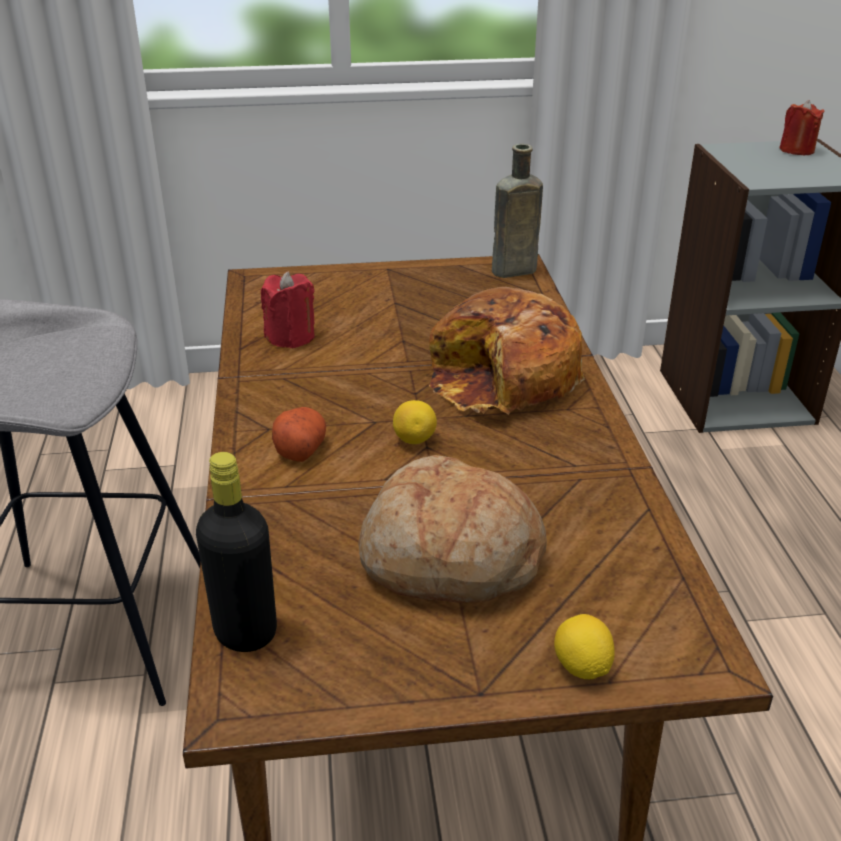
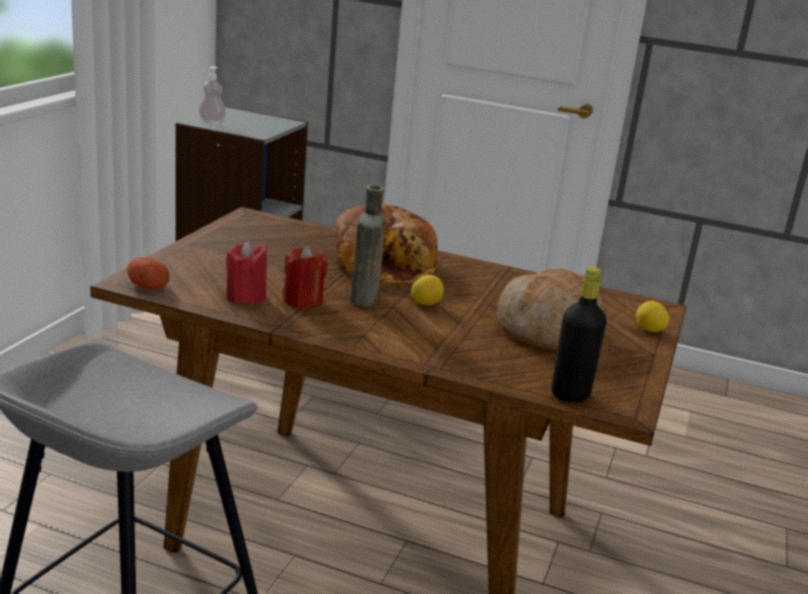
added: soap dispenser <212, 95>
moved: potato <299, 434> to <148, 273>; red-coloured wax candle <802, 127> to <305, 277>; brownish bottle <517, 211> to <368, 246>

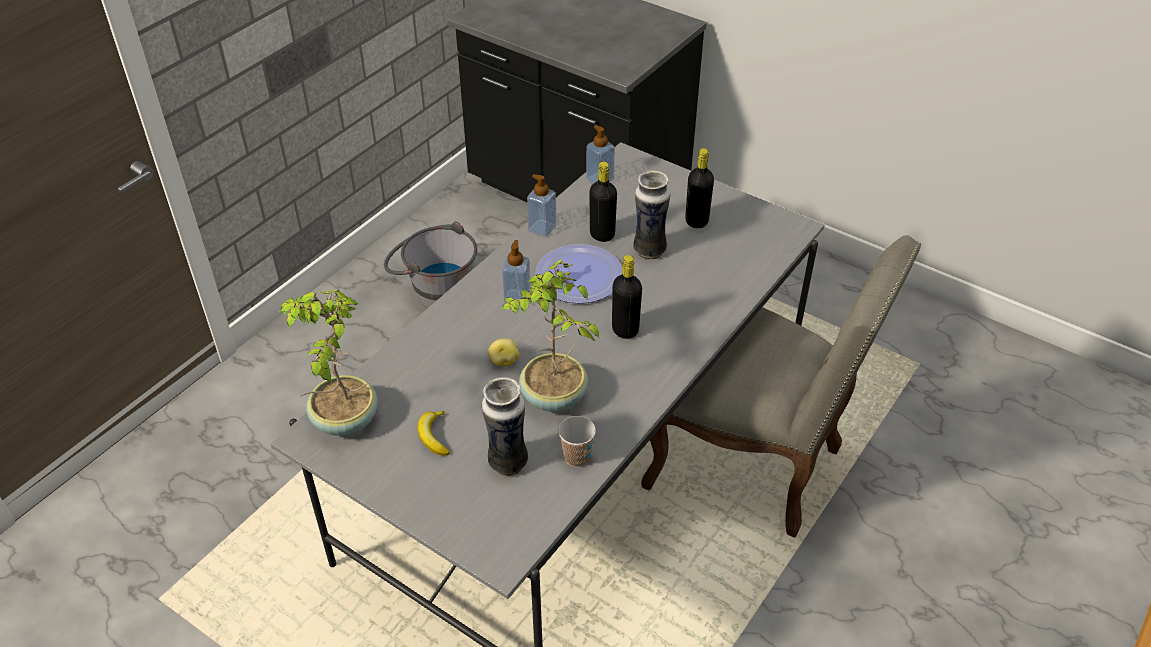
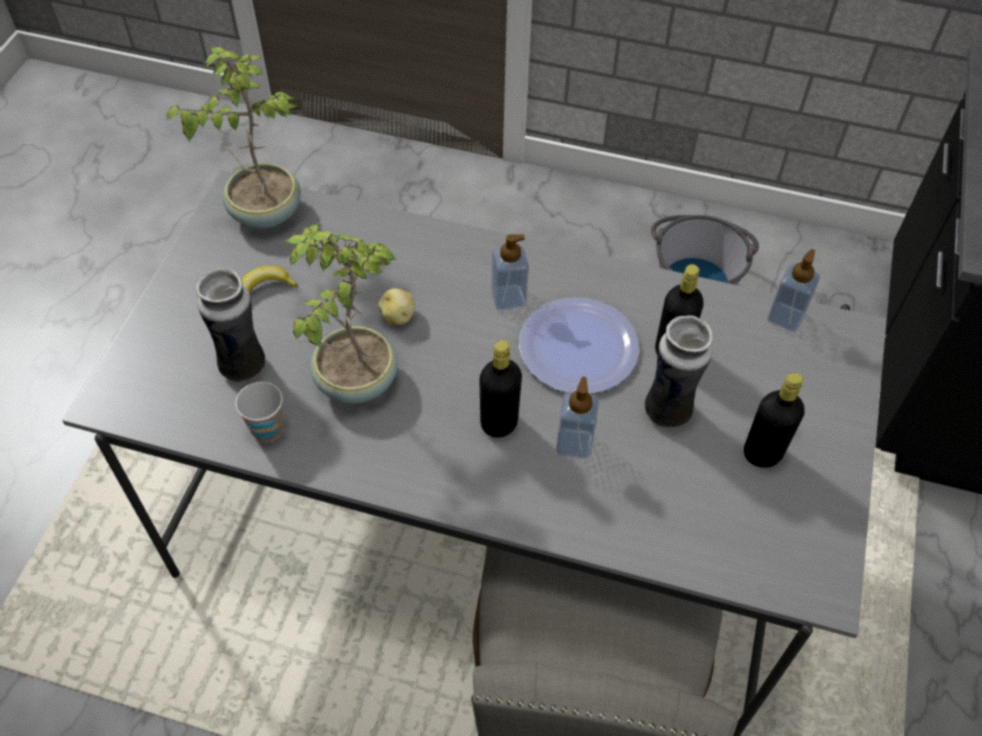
moved: soap dispenser <541, 205> to <577, 417>

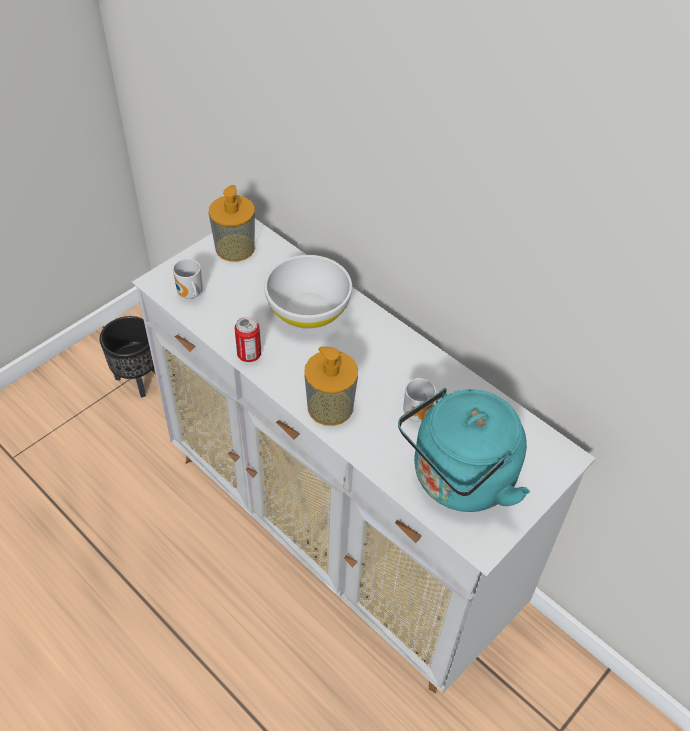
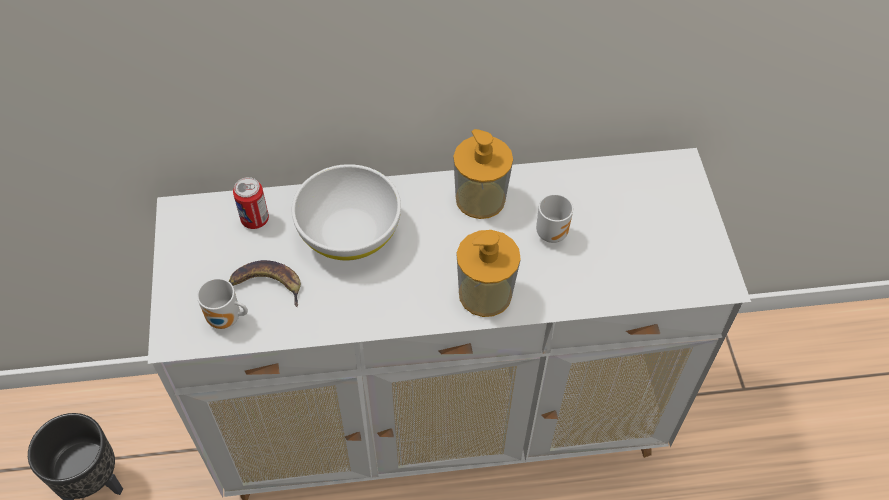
removed: turquoise-coloured water kettle <464, 450>
added: banana <265, 283>
moved: metal can <248, 339> to <251, 203>; soap dispenser <232, 223> to <483, 174>

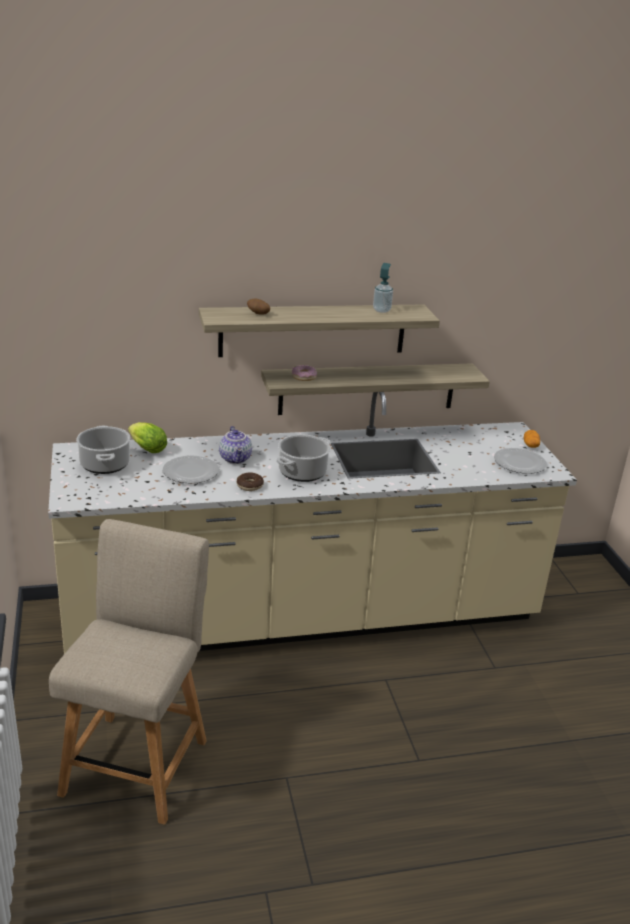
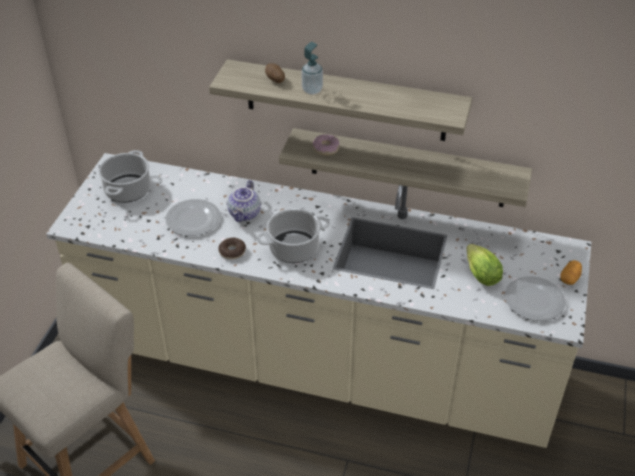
moved: soap dispenser <383, 288> to <312, 68>; head of lettuce <147, 437> to <484, 265>

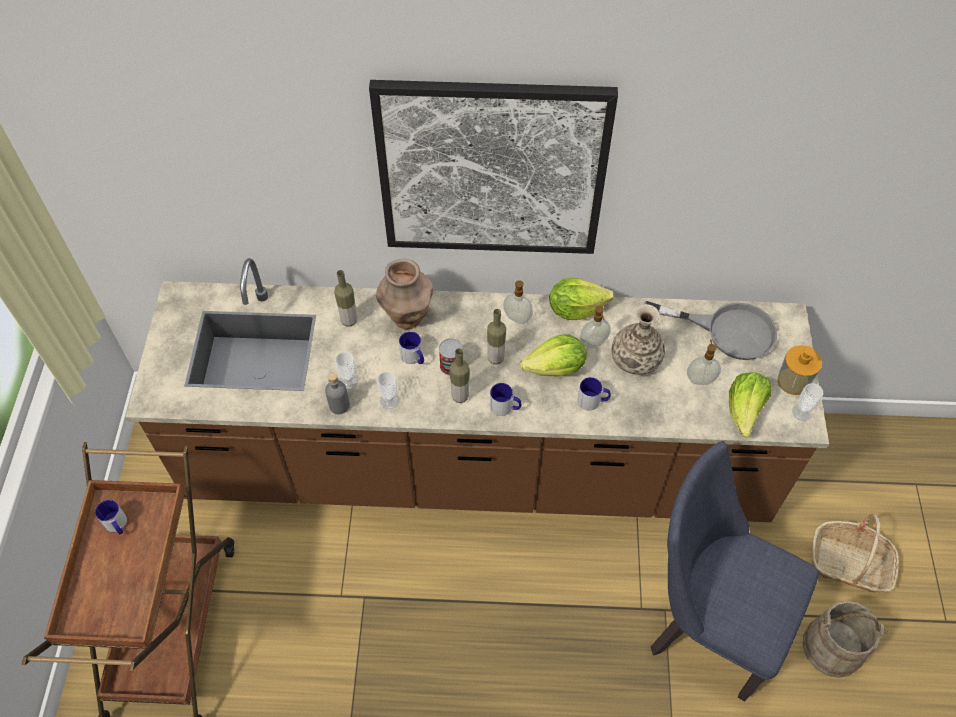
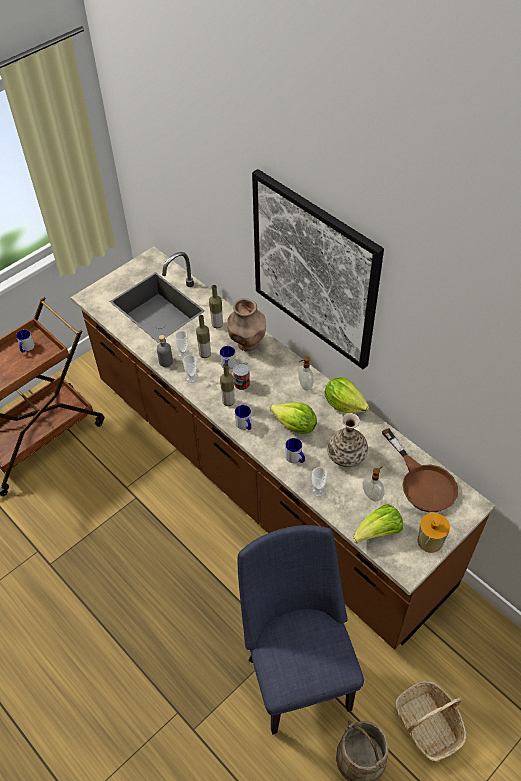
removed: soap dispenser <595, 327>
moved: bottle <496, 336> to <203, 336>; drinking cup <807, 402> to <319, 481>
recoloured: gray skillet <710, 330> to brownish skillet <420, 470>

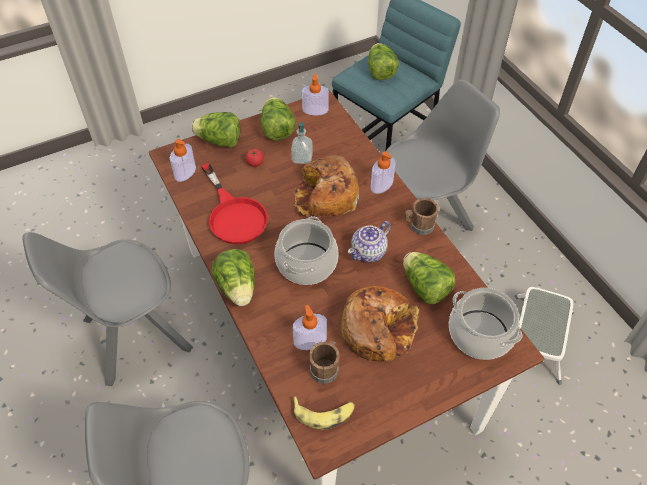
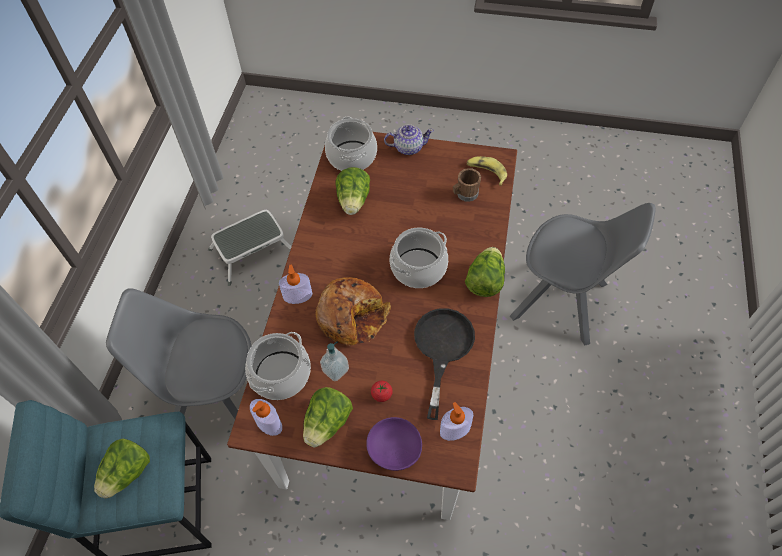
removed: gray chair <107, 309>; soap dispenser <310, 327>; bakery bread <380, 324>; brownish tea mug <422, 216>
added: saucepot <278, 366>
moved: pot for tea <369, 241> to <409, 139>
replaced: head of lettuce <215, 130> to purple-coloured deep dish <394, 444>
recoloured: red-coloured skillet <234, 203> to black-coloured skillet <444, 364>

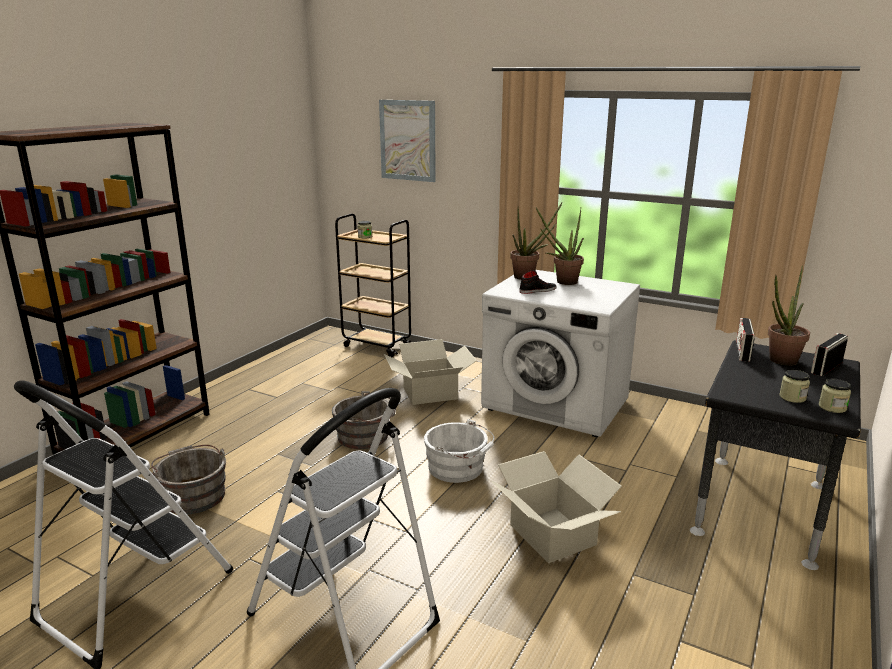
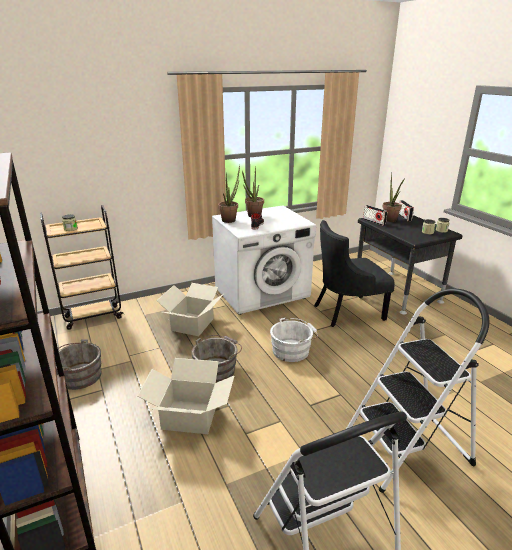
removed: wall art <407, 141>
added: black-coloured chair <354, 273>
moved: gray water bucket <188, 480> to <78, 365>; packing box <556, 507> to <185, 396>

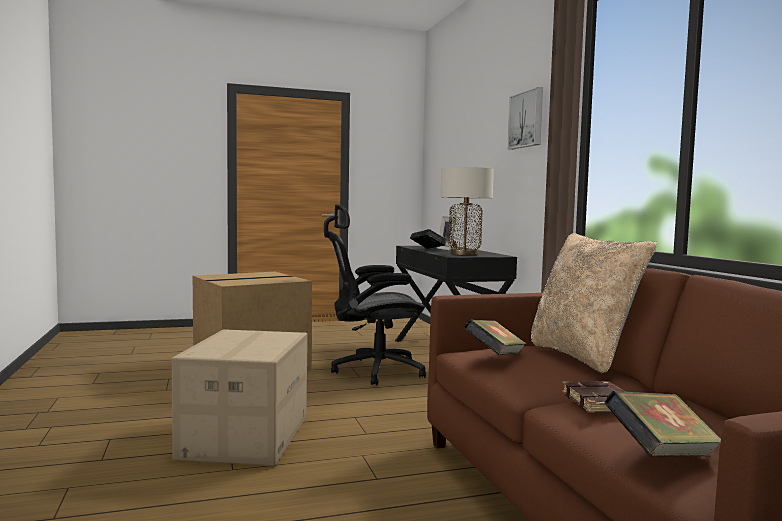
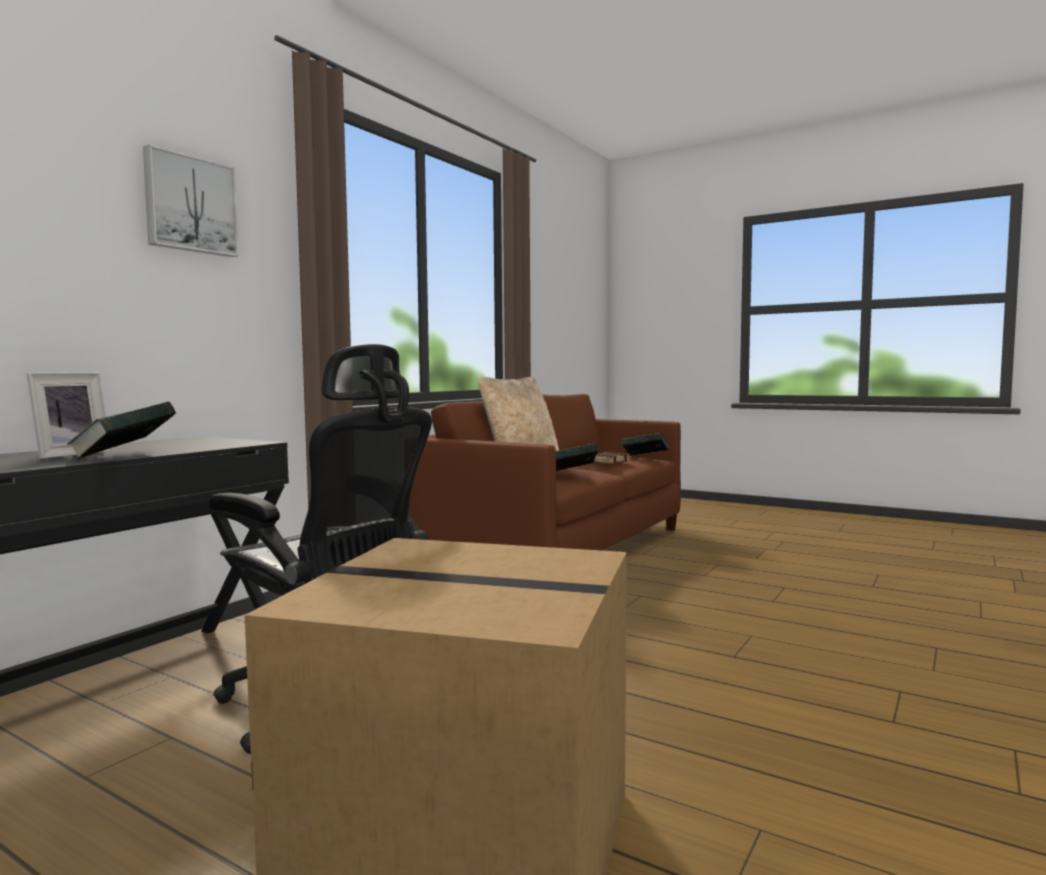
removed: packing box <239, 397>; table lamp <467, 211>

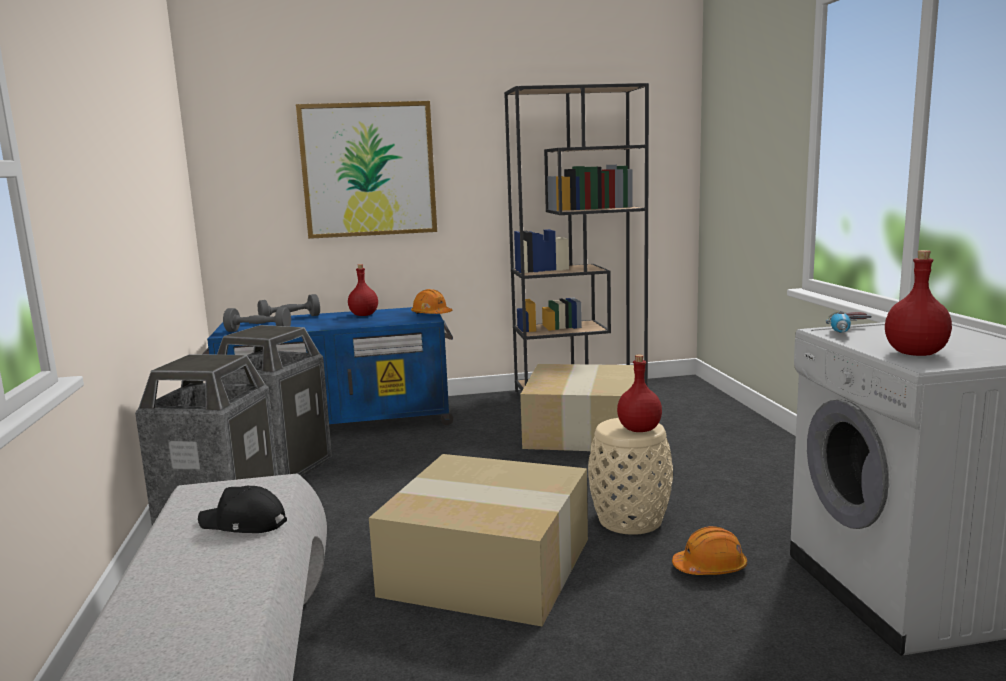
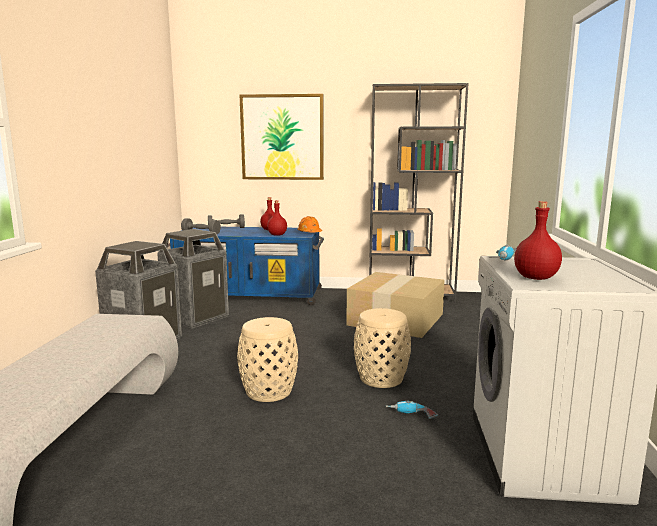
removed: black-coloured peaked cap <242, 509>
moved: red-coloured bottle <639, 393> to <277, 218>
replaced: packing box <478, 540> to beige stool <267, 359>; orangey safety helmet <709, 550> to electric drill <412, 410>

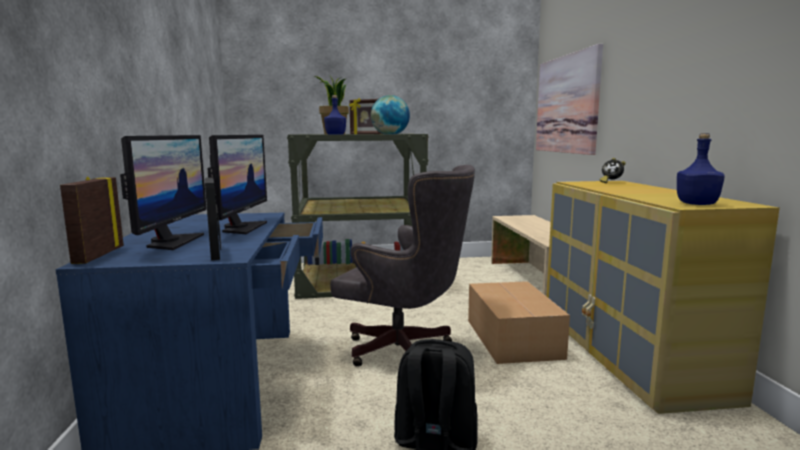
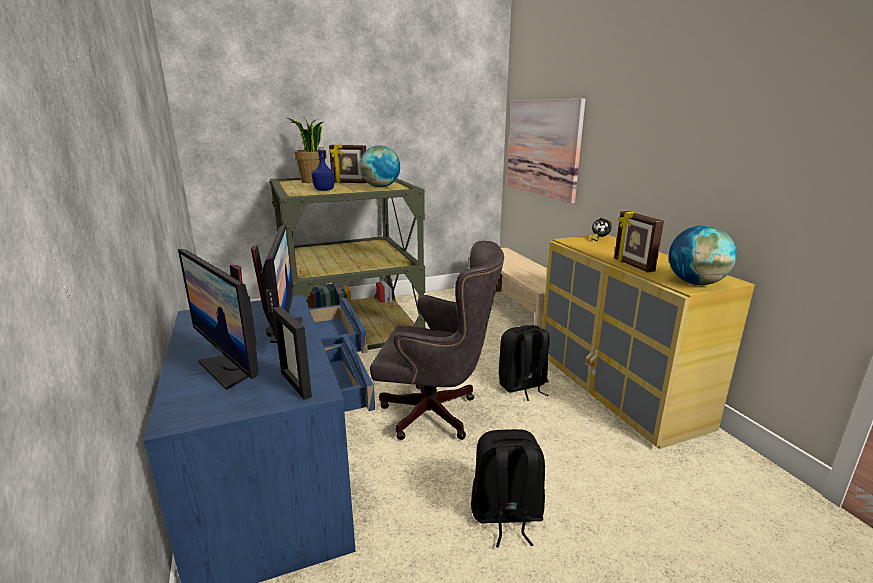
moved: picture frame <92, 220> to <639, 241>
replaced: packing box <519, 322> to black-coloured rucksack <524, 363>; blue bottle <701, 169> to world globe <703, 255>
turned: computer display <163, 192> = <218, 319> 150 degrees clockwise

